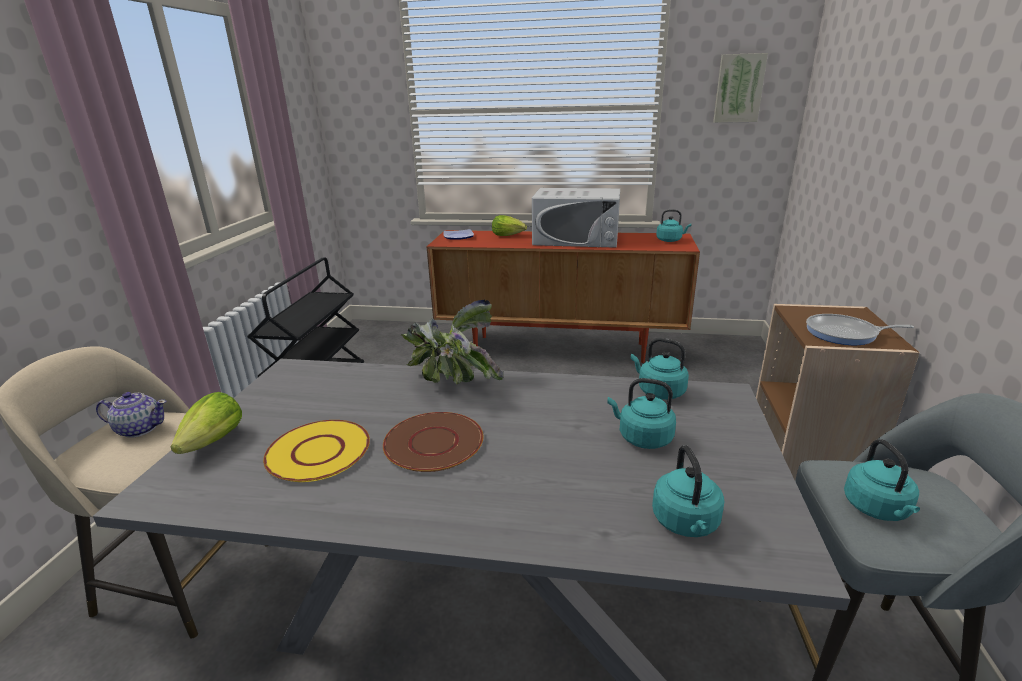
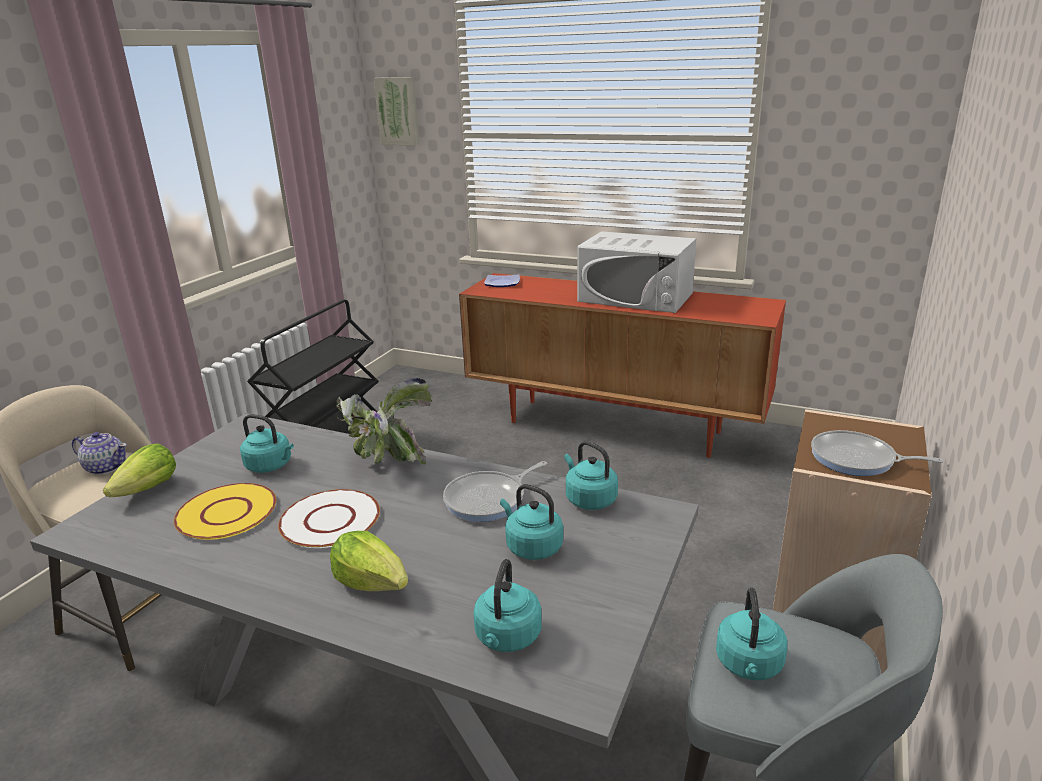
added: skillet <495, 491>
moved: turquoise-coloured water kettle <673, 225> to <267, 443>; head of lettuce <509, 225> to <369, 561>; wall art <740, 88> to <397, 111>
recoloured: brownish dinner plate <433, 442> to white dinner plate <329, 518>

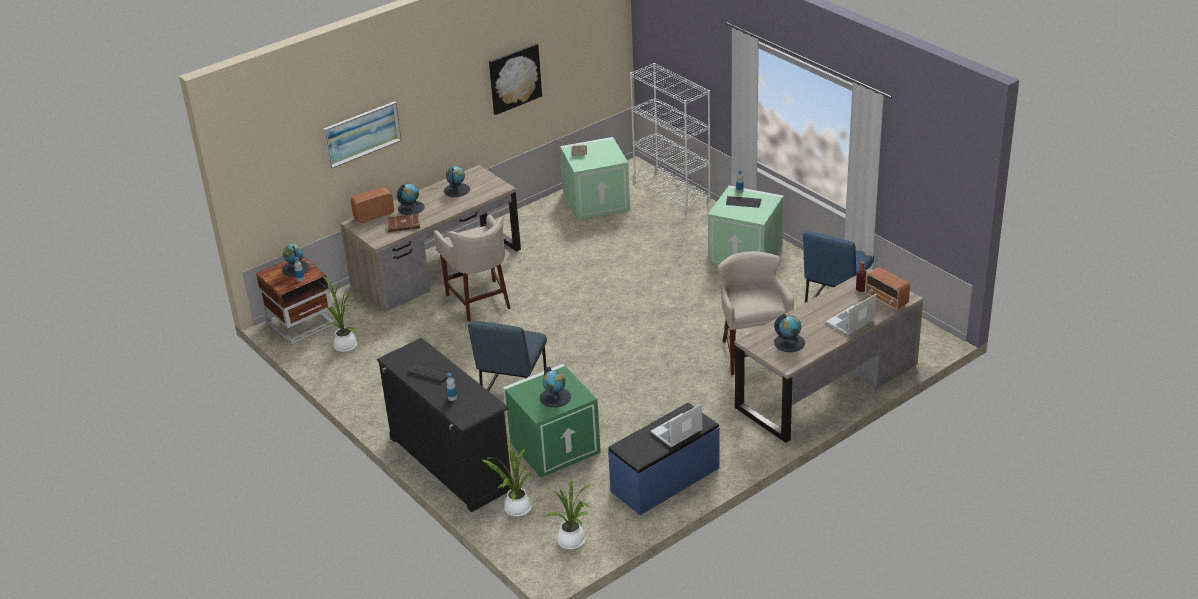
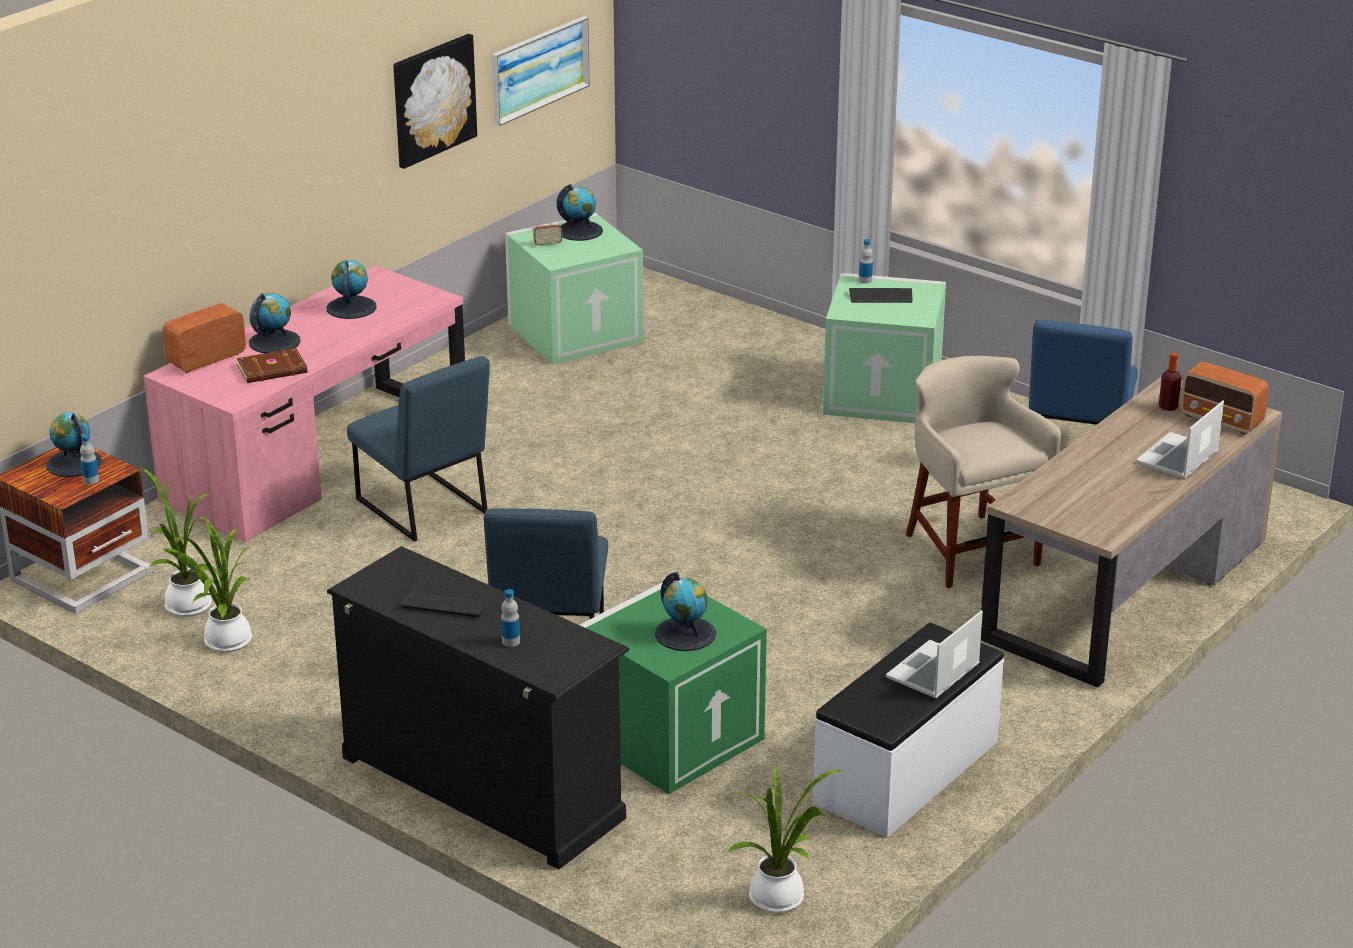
removed: white shelving unit <670, 138>
moved: potted plant <507, 479> to <207, 585>; wall art <362, 135> to <541, 71>; world globe <789, 333> to <579, 212>
replaced: beige stool <472, 268> to blue chair <418, 449>
recoloured: brownish desk <430, 238> to pink desk <304, 403>; blue long seat <664, 459> to white long seat <908, 730>

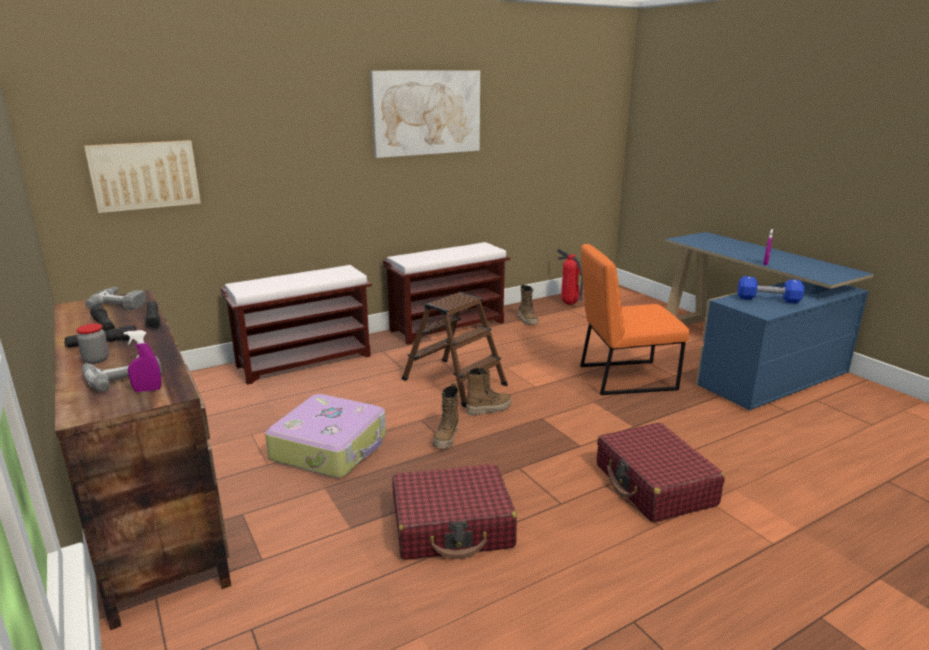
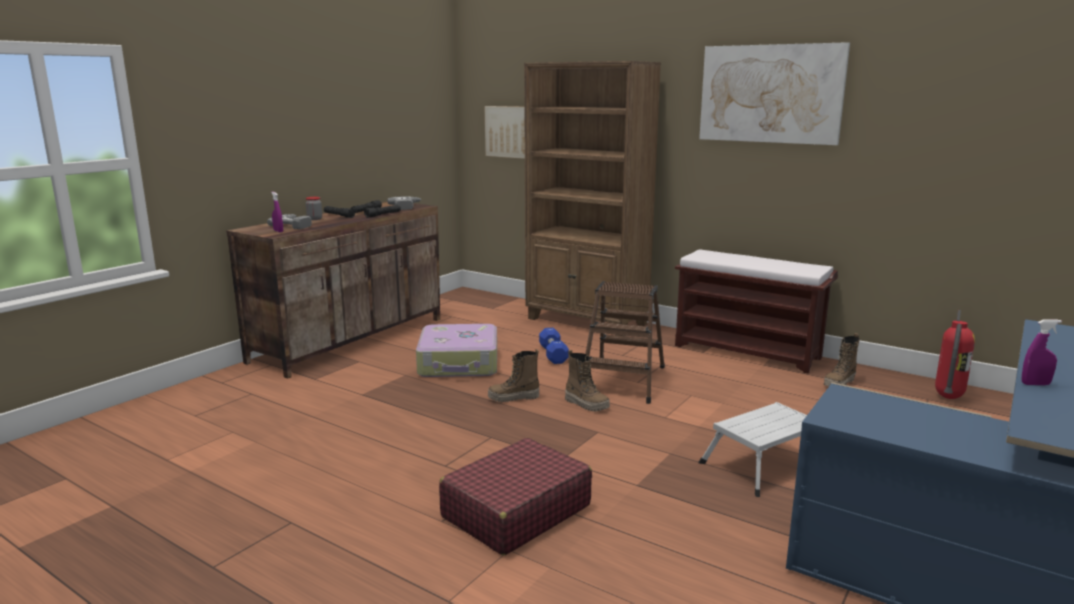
removed: red-coloured suitcase <454, 512>
moved: blue dumbbell <771, 290> to <554, 346>
replaced: brownish long seat <296, 325> to brownish shelving unit <592, 198>; orangey chair <635, 319> to white step ladder <752, 449>

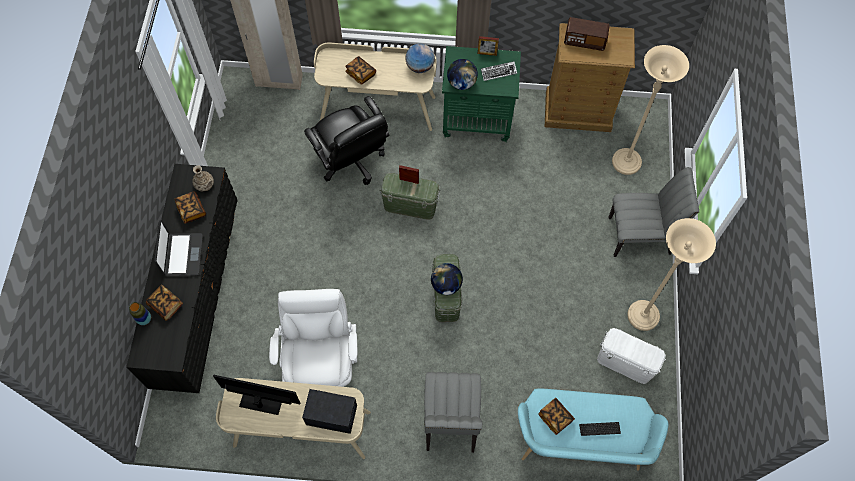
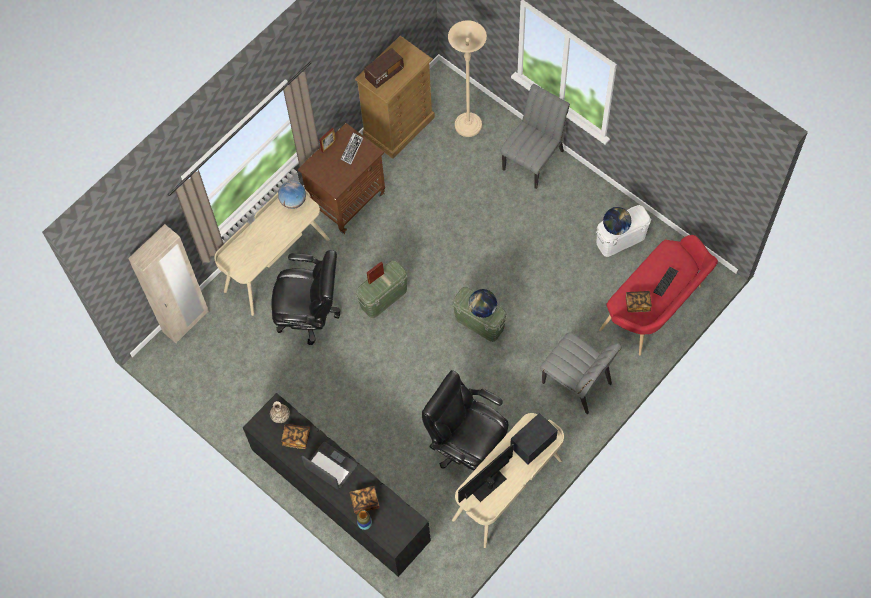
removed: bound book <360, 70>; beige standing lamp <671, 274>
moved: world globe <462, 74> to <617, 221>
recoloured: green cart <481, 94> to brownish cart <341, 178>; white desk chair <313, 338> to black-coloured desk chair <465, 420>; turquoise-coloured long seat <593, 429> to red-coloured long seat <658, 295>

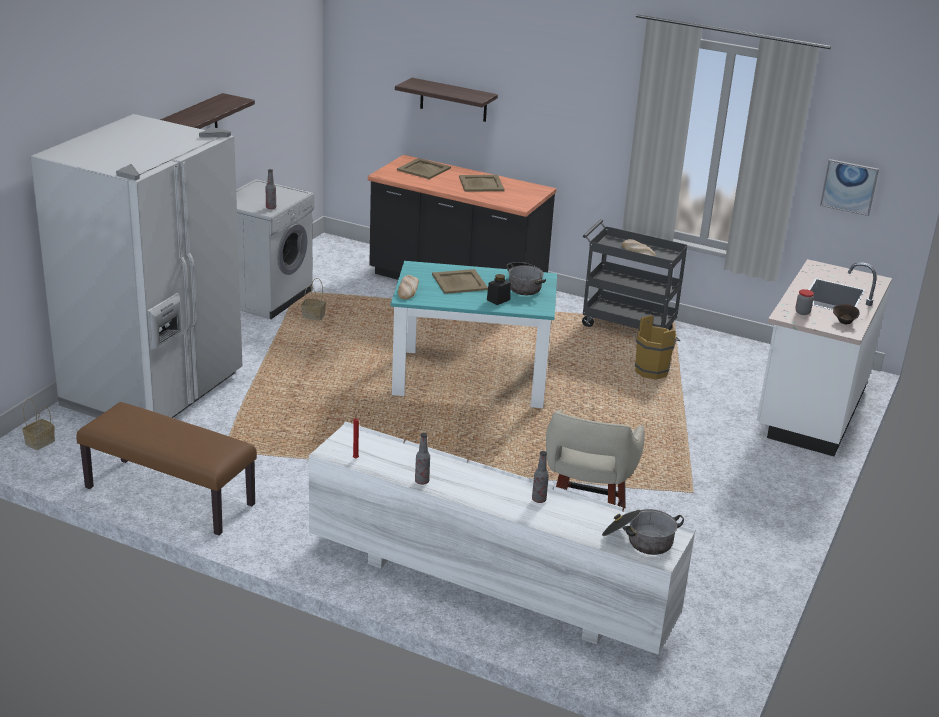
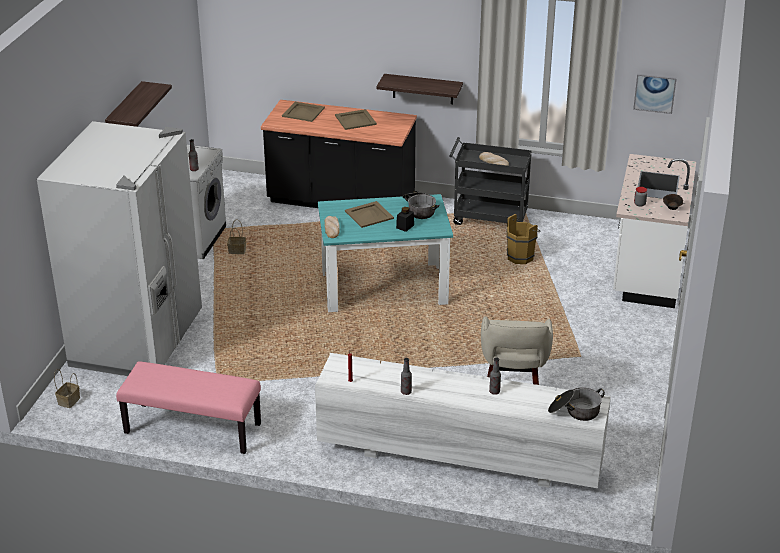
moved: wall shelf <446, 100> to <420, 89>
recoloured: brownish long seat <166, 469> to pink long seat <188, 407>

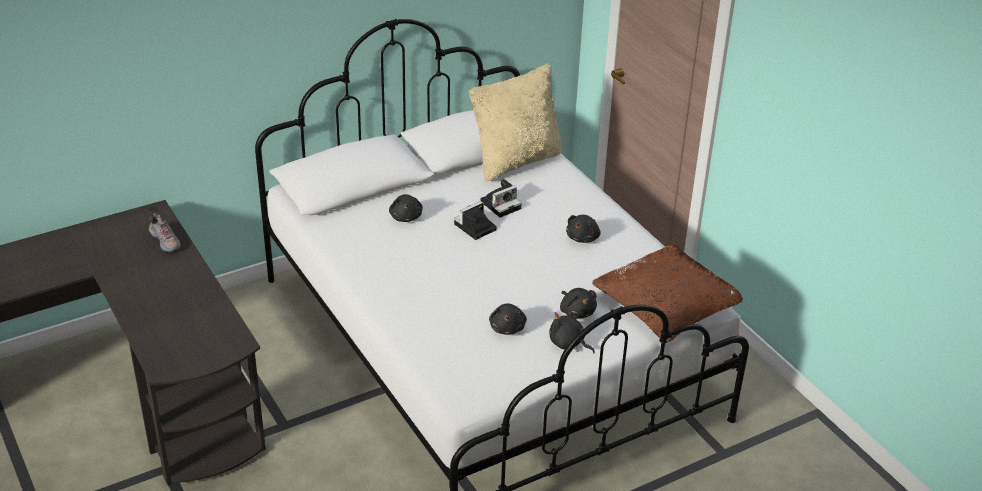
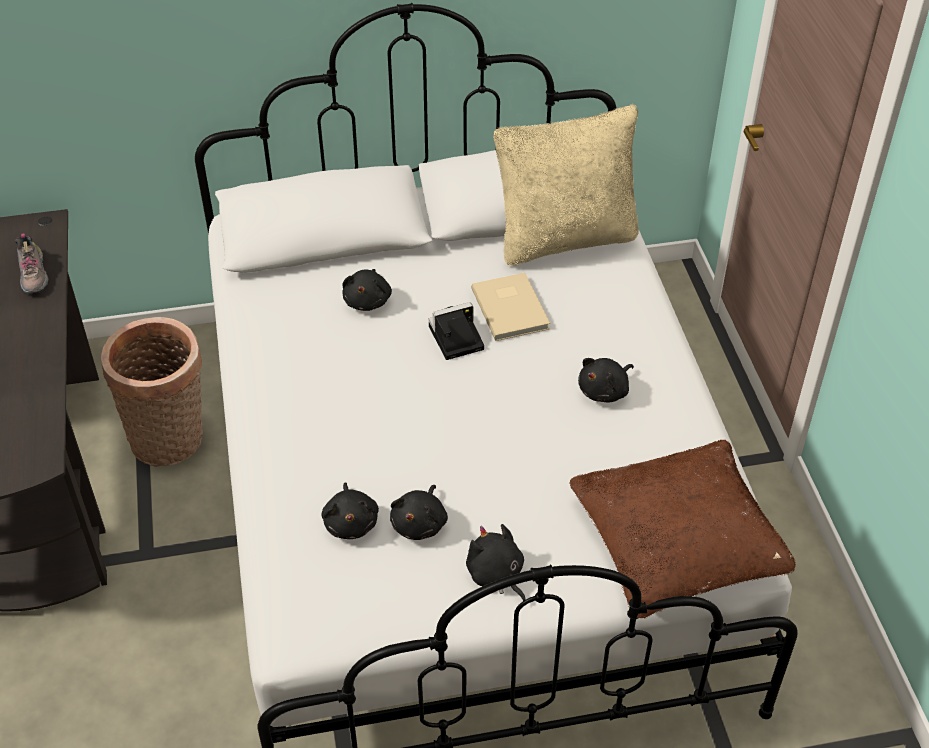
added: basket <152, 391>
moved: black-coloured soft toy <578, 303> to <350, 511>
replaced: still camera <501, 198> to beige bound book <510, 307>

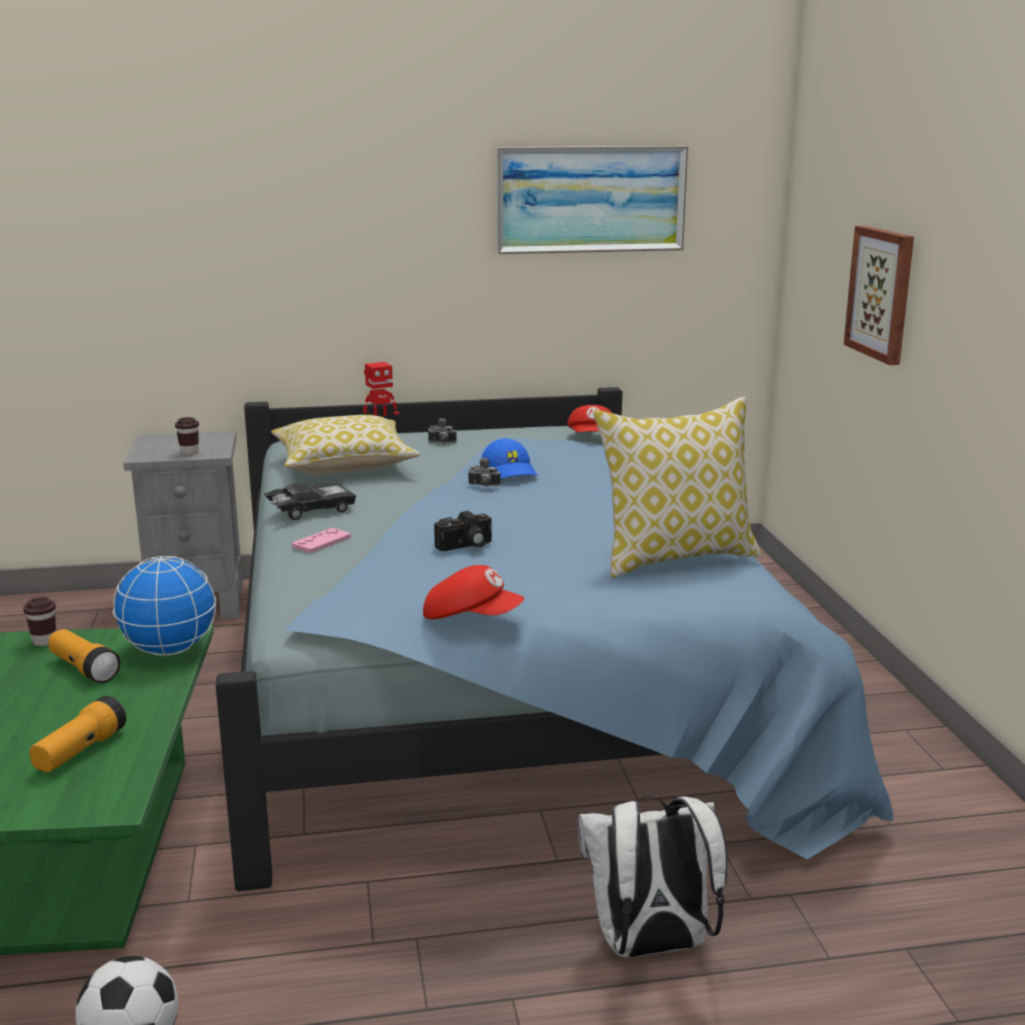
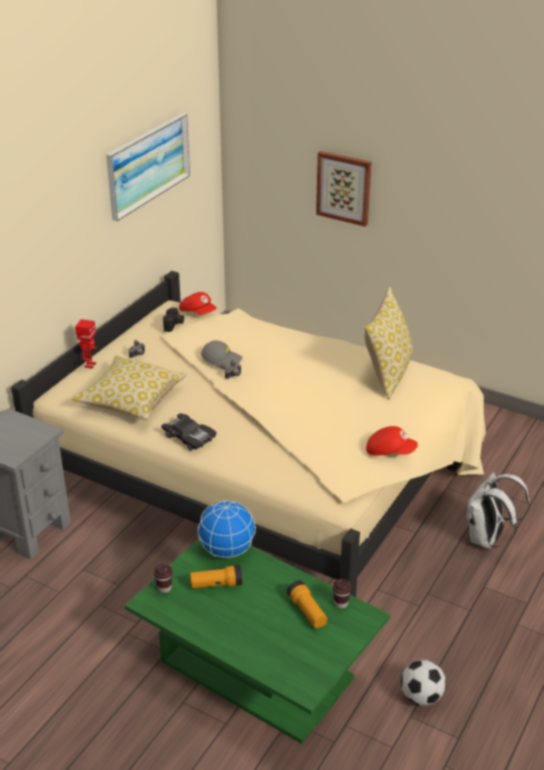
removed: pink gamepad <321, 540>
moved: still camera <463, 531> to <173, 319>; brownish drinking cup <187, 436> to <342, 594>
recoloured: blue bedroom bed <555, 639> to beige bedroom bed <248, 434>; blue peaked cap <509, 459> to gray peaked cap <221, 355>
turned: black-coloured miniature car <310, 501> = <189, 431> 120 degrees clockwise; red-coloured peaked cap <473, 592> = <392, 441> 45 degrees clockwise

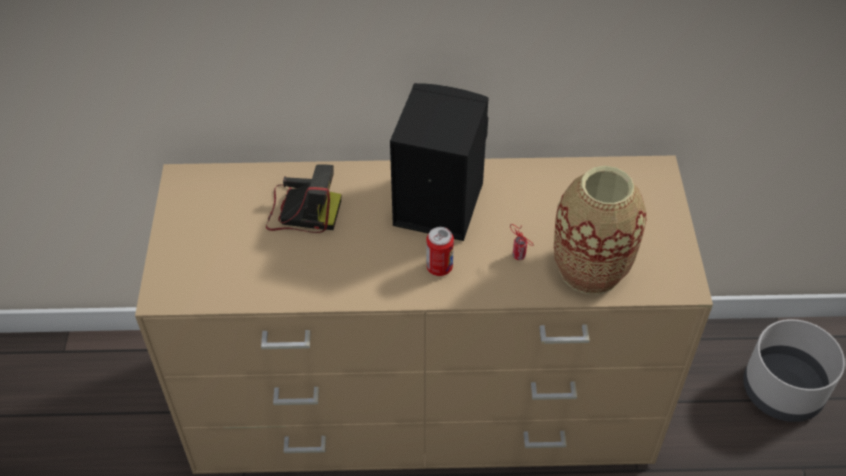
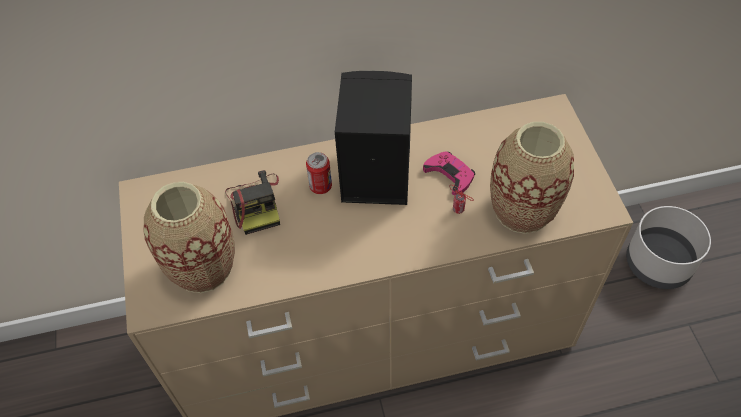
added: flower vase <189, 237>; pink gamepad <449, 173>
moved: metal can <440, 251> to <319, 173>
turned: still camera <304, 198> = <252, 202> 75 degrees clockwise

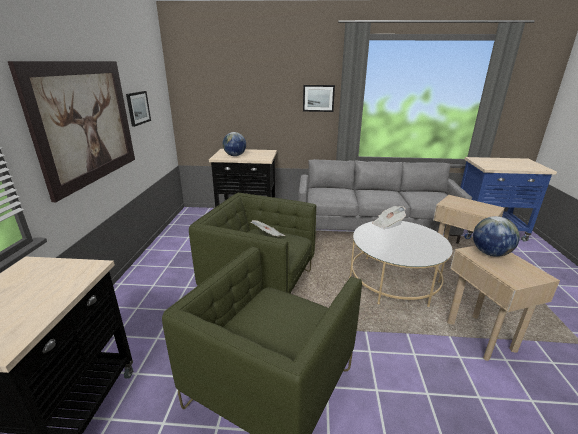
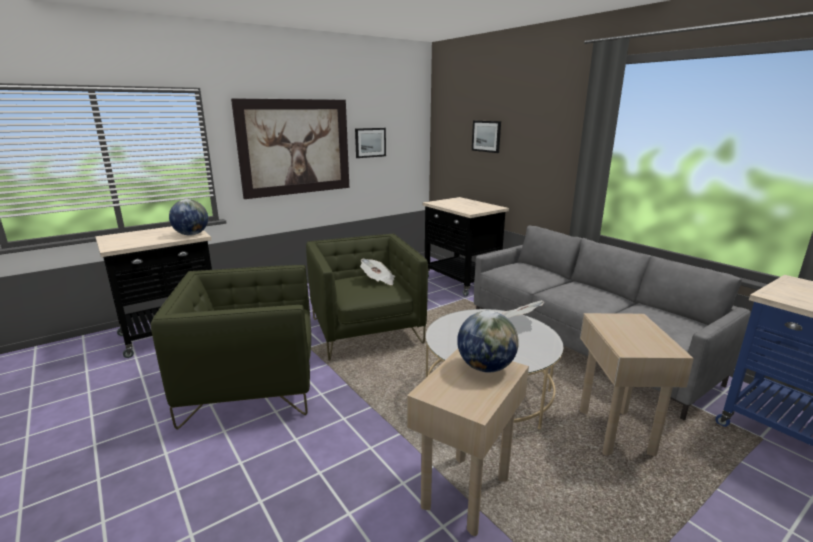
moved: world globe <234, 144> to <188, 217>; wall art <319, 98> to <486, 137>

